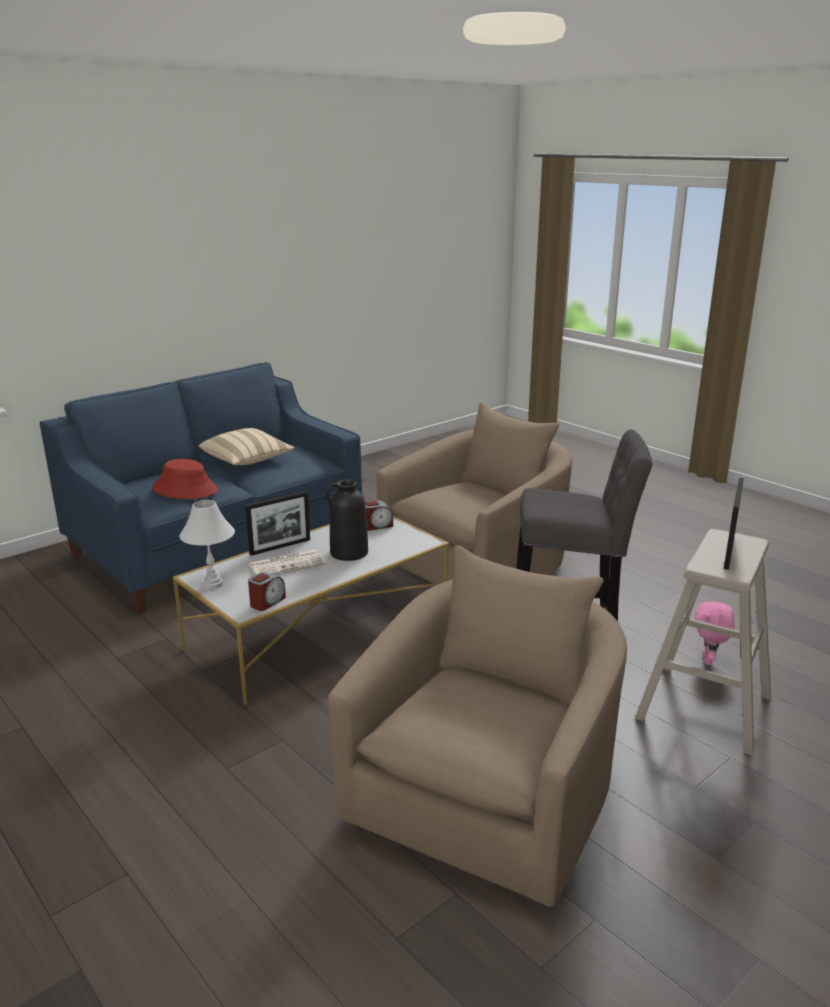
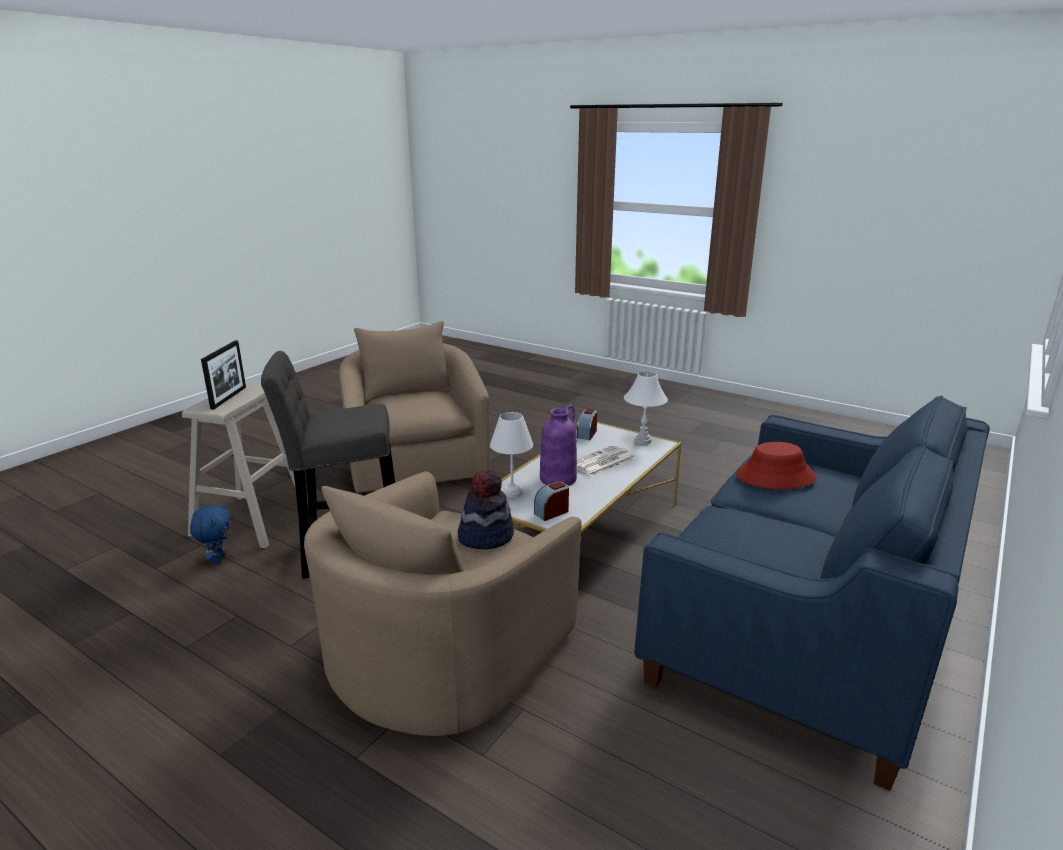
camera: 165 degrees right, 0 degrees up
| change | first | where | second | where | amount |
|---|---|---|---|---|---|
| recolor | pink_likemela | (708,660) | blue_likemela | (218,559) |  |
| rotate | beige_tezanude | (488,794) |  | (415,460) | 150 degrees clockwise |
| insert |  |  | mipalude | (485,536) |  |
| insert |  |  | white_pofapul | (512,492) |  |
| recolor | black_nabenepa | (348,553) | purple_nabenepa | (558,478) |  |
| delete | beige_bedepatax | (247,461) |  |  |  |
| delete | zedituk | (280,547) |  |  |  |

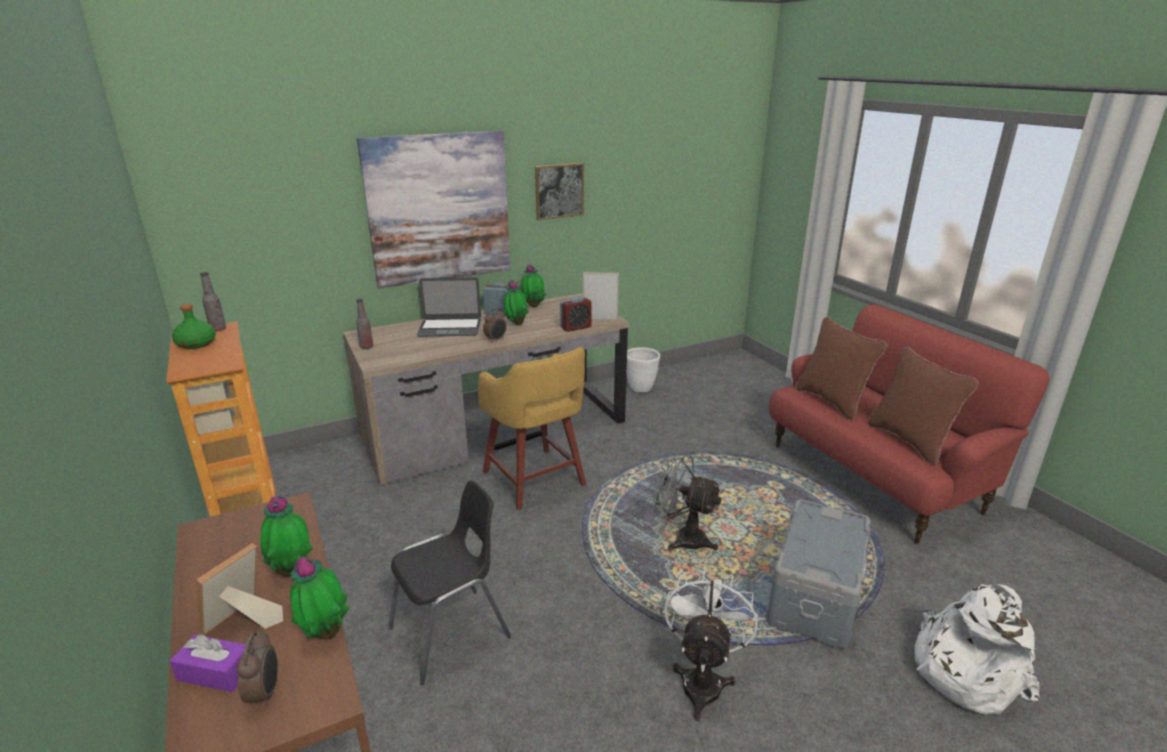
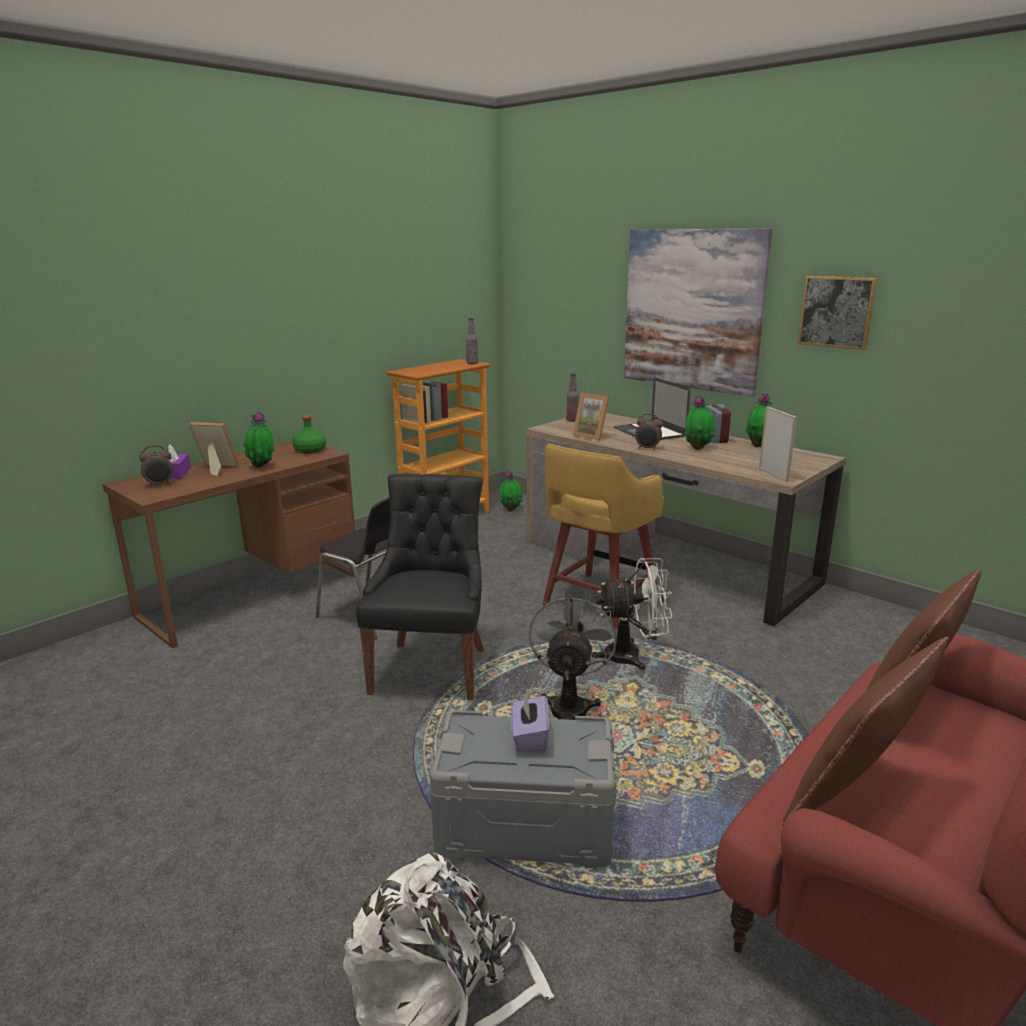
camera: 70 degrees right, 5 degrees down
| change | first | where | second | where | amount |
|---|---|---|---|---|---|
| move | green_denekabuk | (196,344) |  | (309,450) |  |
| insert |  |  | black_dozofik | (431,669) |  |
| move | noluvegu | (325,633) |  | (511,510) |  |
| insert |  |  | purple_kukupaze | (529,738) |  |
| insert |  |  | zedituk | (592,436) |  |
| move | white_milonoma | (703,680) |  | (632,656) |  |
| delete | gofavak | (575,327) |  |  |  |
| delete | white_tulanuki | (640,388) |  |  |  |

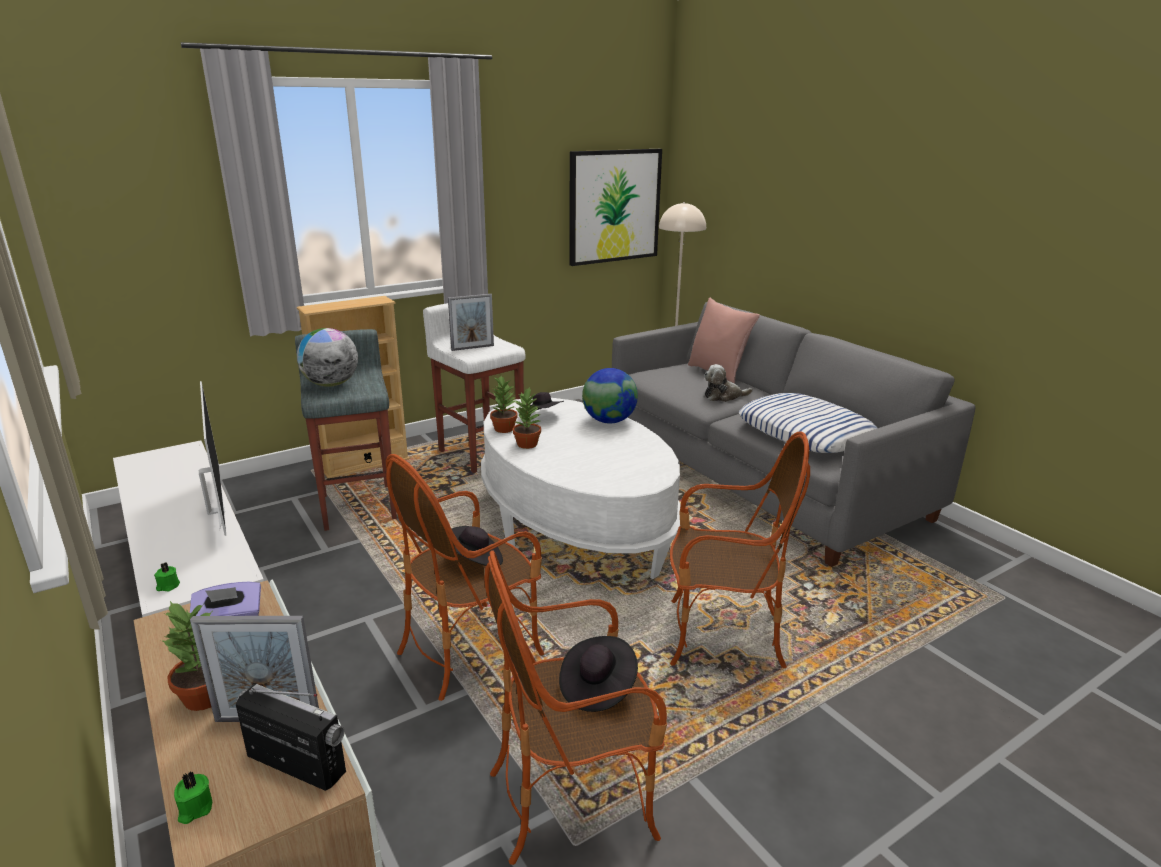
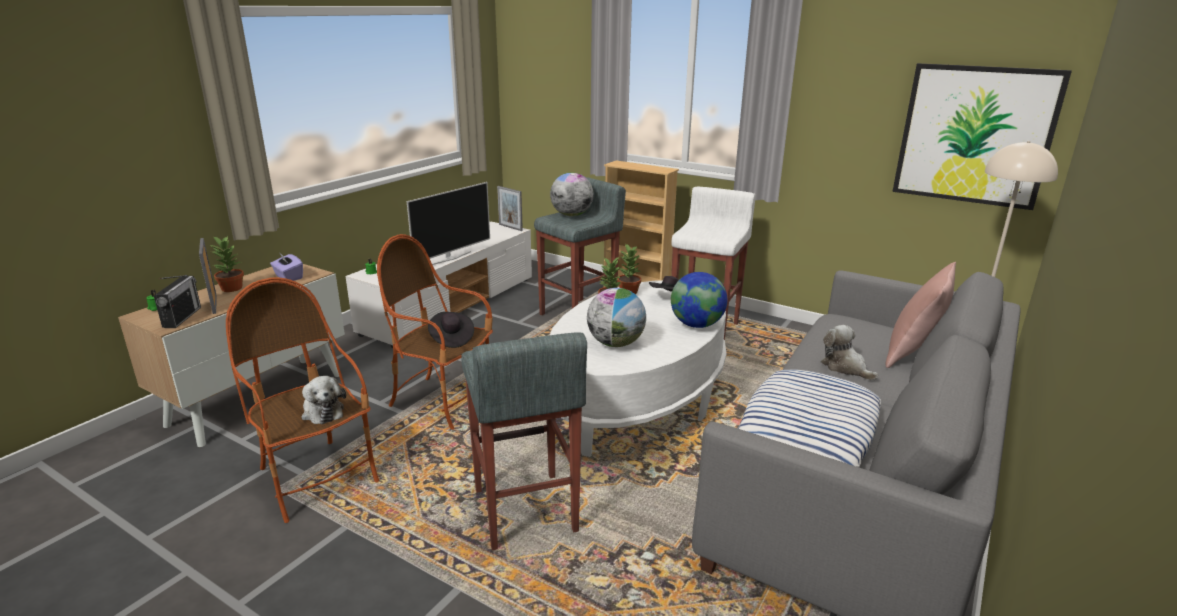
camera: 65 degrees right, 0 degrees up
| change | first | where | second | where | amount |
|---|---|---|---|---|---|
| replace | black_mipalude | (597,687) | likemela | (322,411) |  |
| replace | tezanude | (722,636) | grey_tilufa | (524,511) |  |
| move | zedituk | (472,348) |  | (510,227) |  |
| insert |  |  | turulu | (615,343) |  |

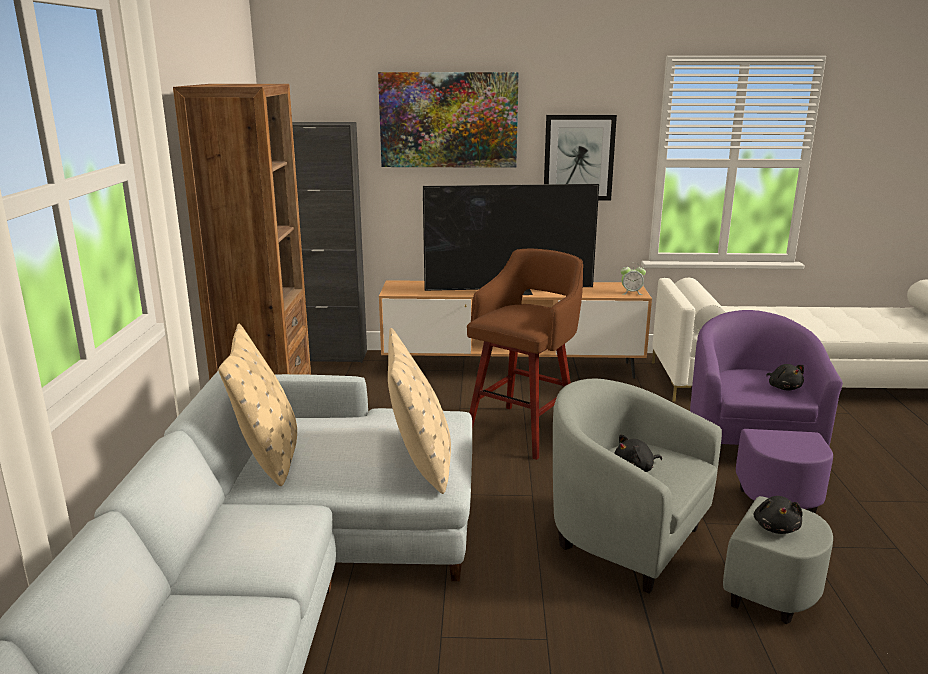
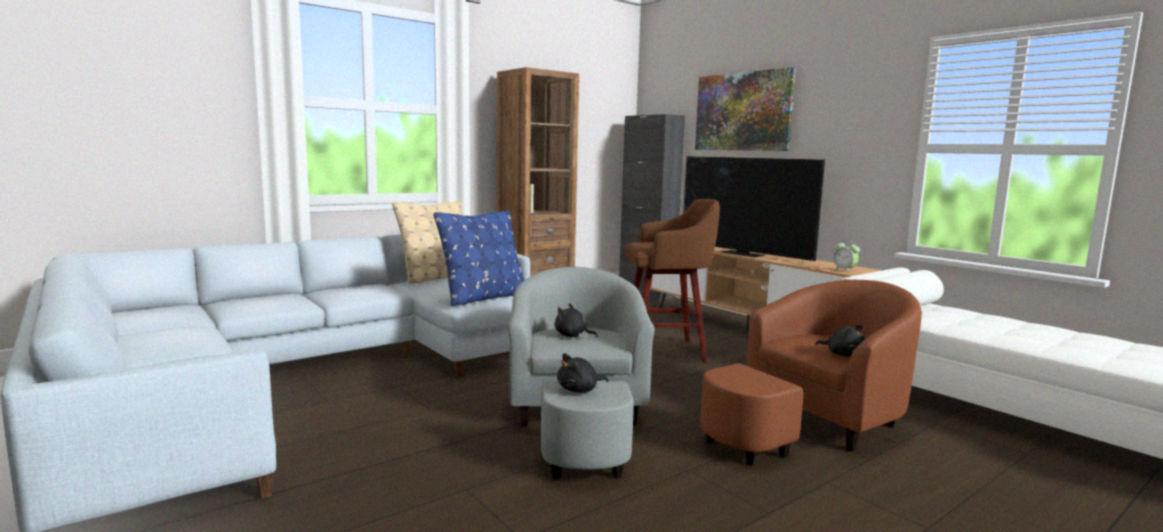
camera: 50 degrees right, 10 degrees down
| change | first | where | second | where | amount |
|---|---|---|---|---|---|
| recolor | beige_bedepatax | (420,461) | blue_bedepatax | (484,298) |  |
| recolor | purple_tezanude | (755,455) | brown_tezanude | (811,425) |  |
| rotate | black_likemela | (783,387) |  | (842,354) | 75 degrees counterclockwise |
| delete | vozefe | (578,158) |  |  |  |

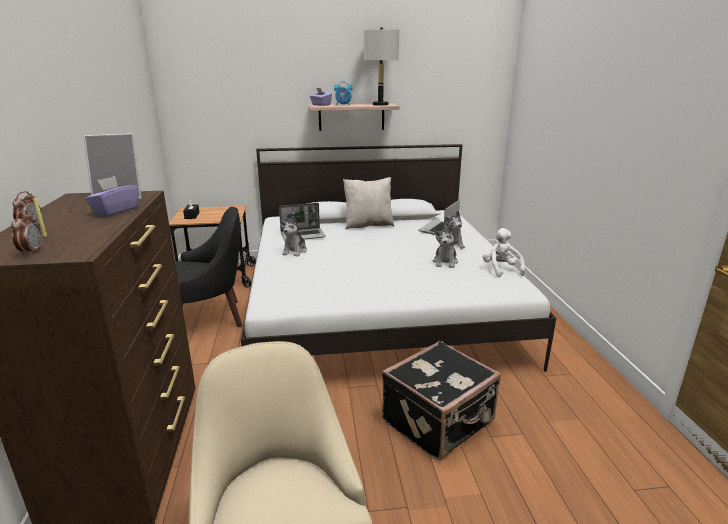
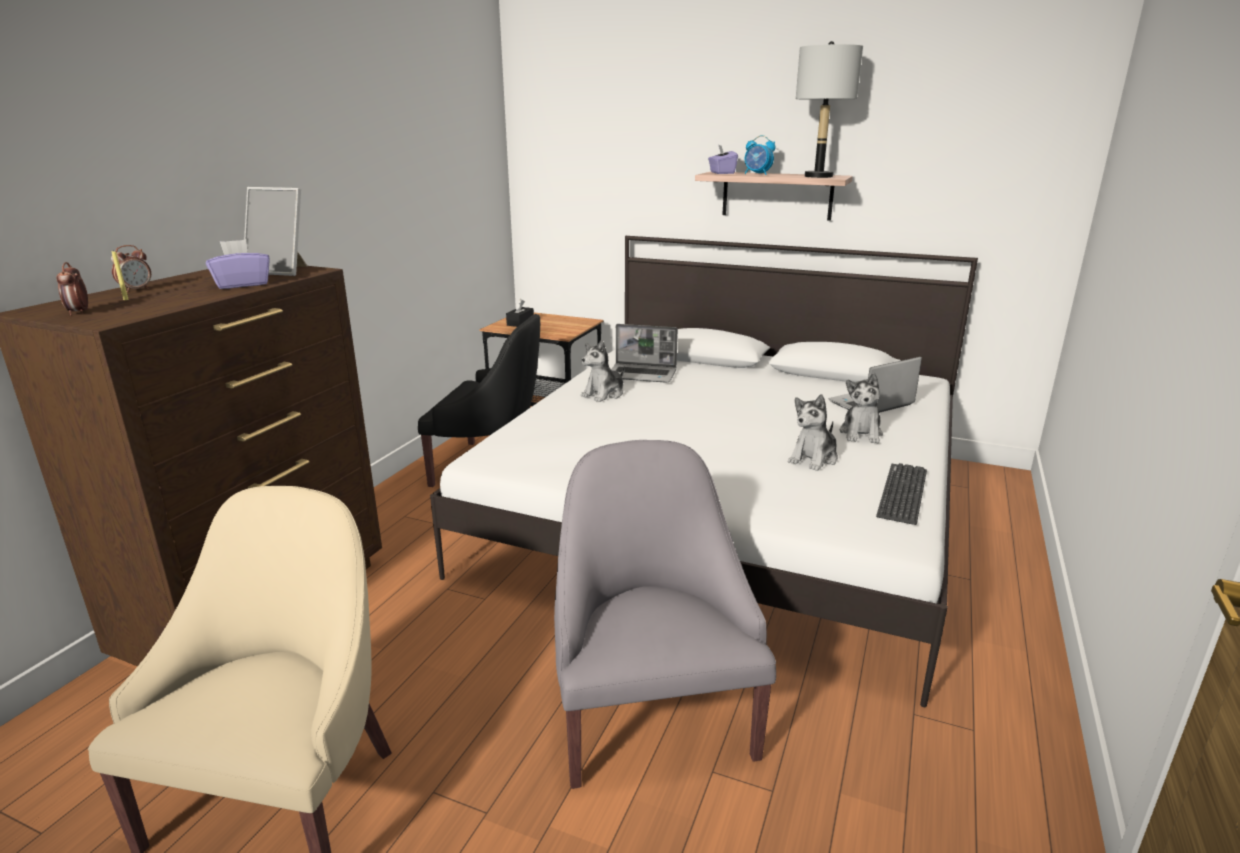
camera: 30 degrees right, 0 degrees up
| change | first | where | second | where | amount |
|---|---|---|---|---|---|
| rotate | gofavak | (31,252) |  | (79,312) | 135 degrees clockwise |
| replace | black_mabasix | (439,422) | grey_tezanude | (651,715) |  |
| replace | white_likemela | (501,269) | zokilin | (902,493) |  |
| delete | beige_bedepatax | (368,225) |  |  |  |

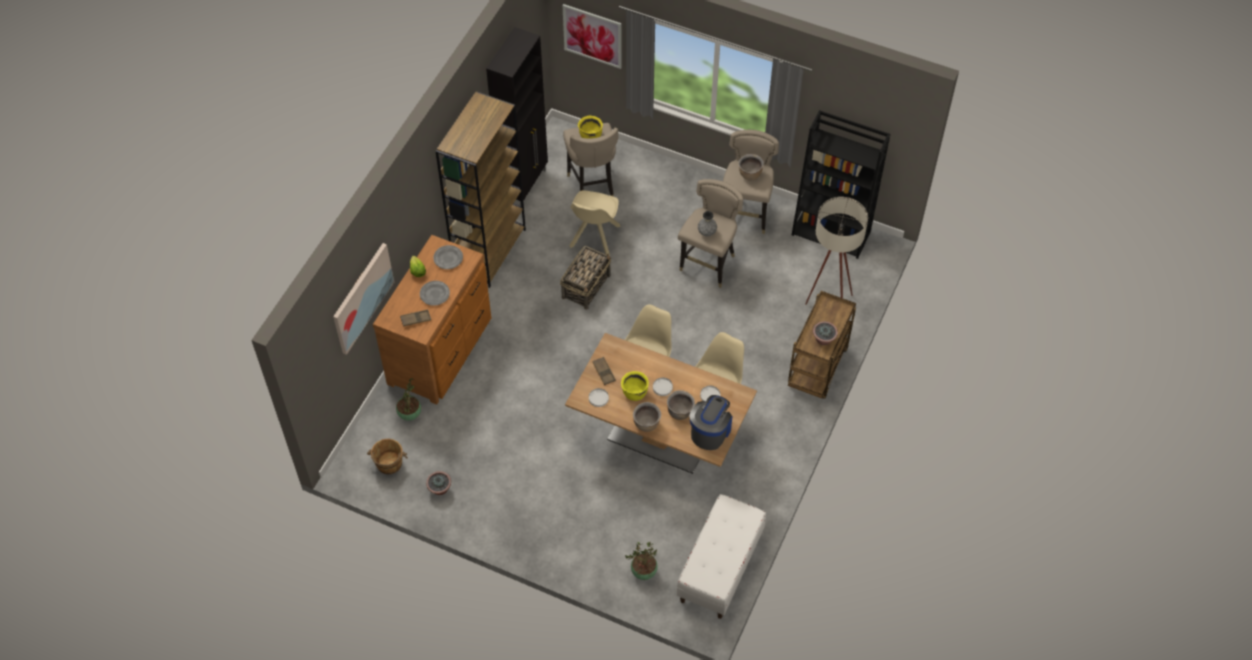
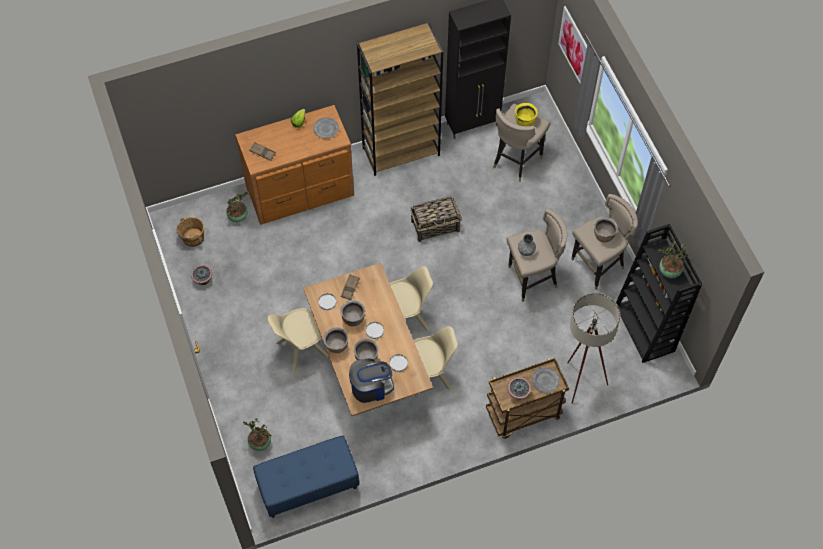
camera: 45 degrees right, 5 degrees up
| change | first | where | second | where | amount |
|---|---|---|---|---|---|
| recolor | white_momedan | (720,568) | blue_momedan | (308,486) |  |
| move | beige_dozofik | (594,237) |  | (300,350) |  |
| recolor | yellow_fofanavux | (634,393) | brown_fofanavux | (353,318) |  |
| move | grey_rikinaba | (435,294) |  | (545,381) |  |
| insert |  |  | noluvegu | (668,272) |  |
| delete | vozefe | (362,297) |  |  |  |

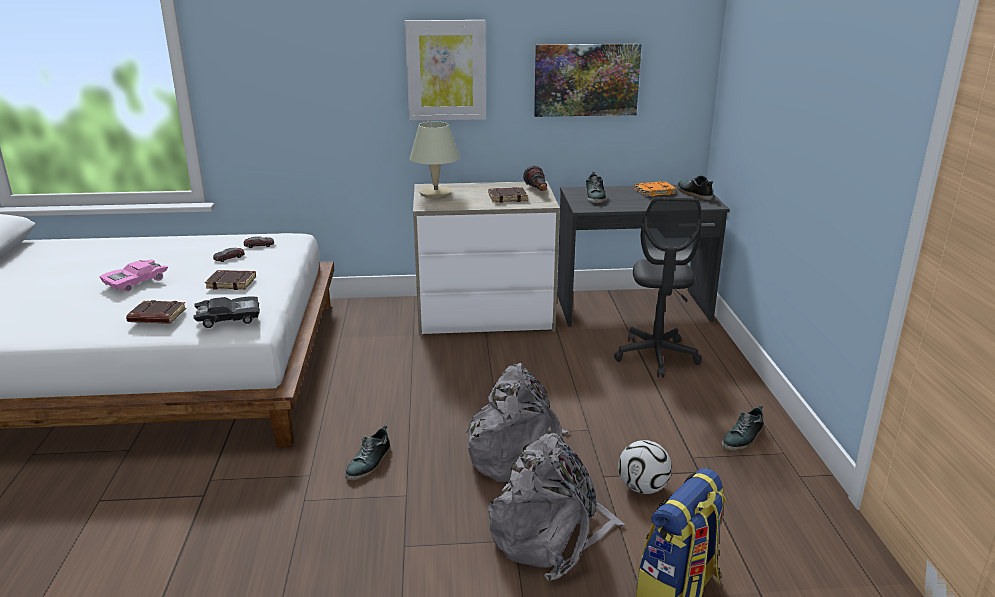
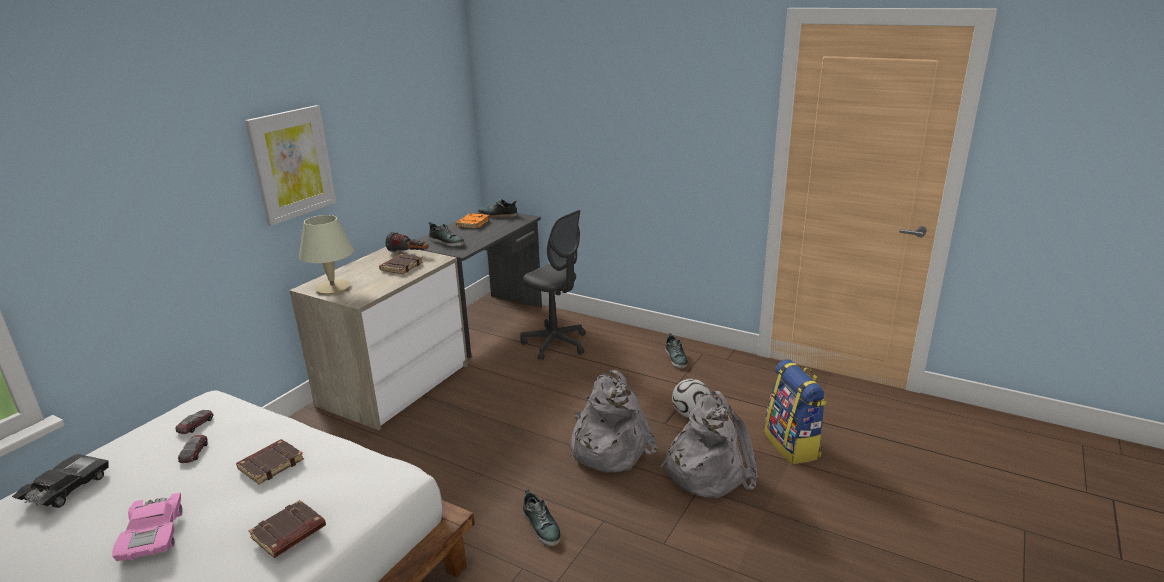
camera: 55 degrees left, 0 degrees up
| change | first | where | second | where | amount |
|---|---|---|---|---|---|
| move | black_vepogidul | (228,318) |  | (66,488) |  |
| delete | vozefe | (586,79) |  |  |  |

